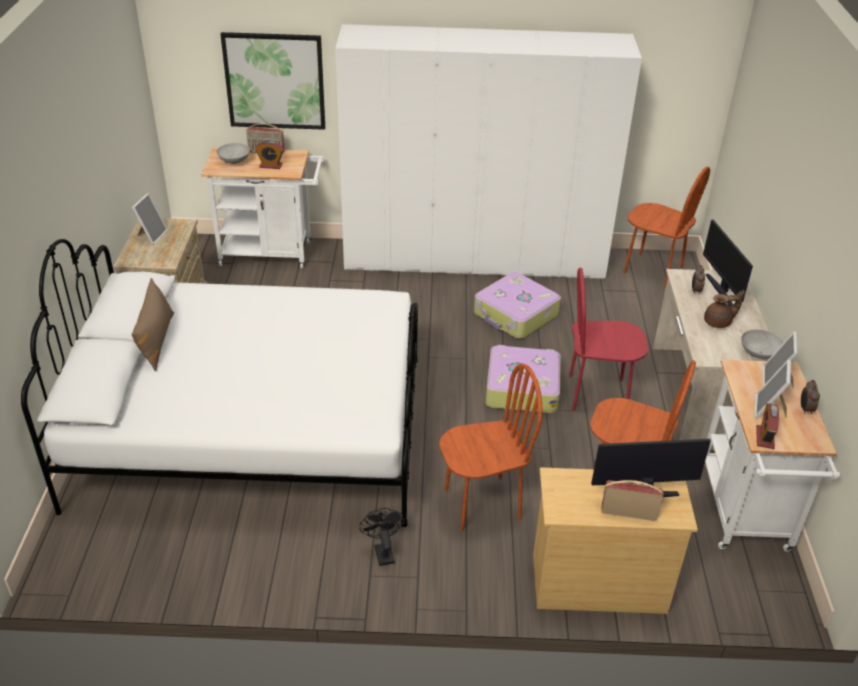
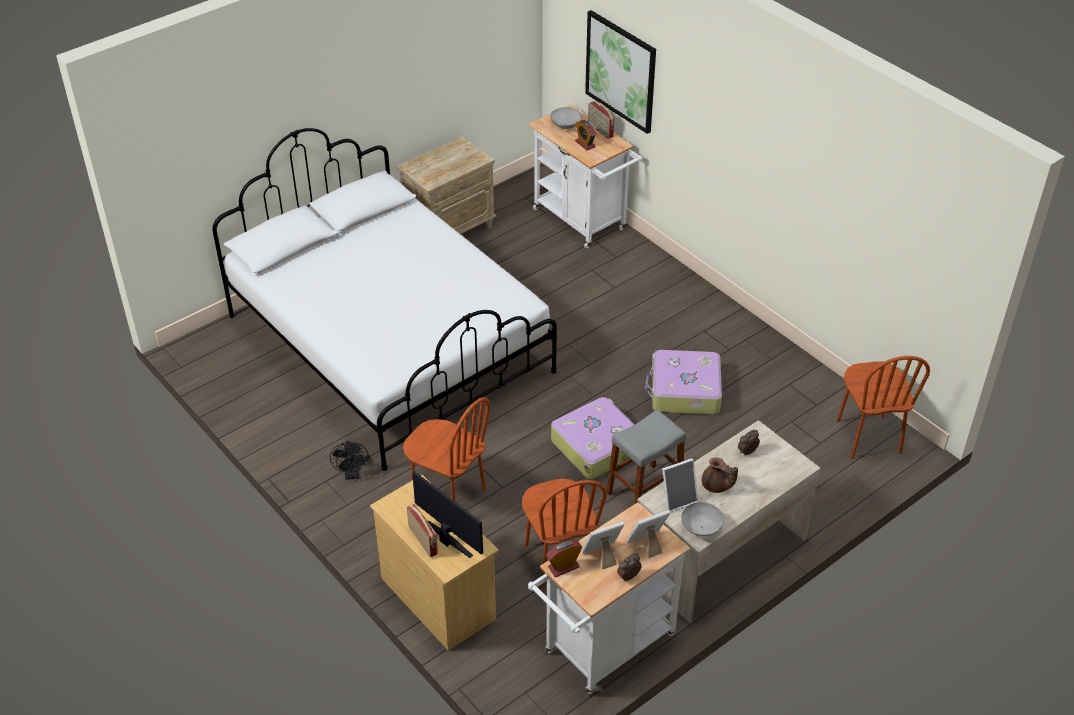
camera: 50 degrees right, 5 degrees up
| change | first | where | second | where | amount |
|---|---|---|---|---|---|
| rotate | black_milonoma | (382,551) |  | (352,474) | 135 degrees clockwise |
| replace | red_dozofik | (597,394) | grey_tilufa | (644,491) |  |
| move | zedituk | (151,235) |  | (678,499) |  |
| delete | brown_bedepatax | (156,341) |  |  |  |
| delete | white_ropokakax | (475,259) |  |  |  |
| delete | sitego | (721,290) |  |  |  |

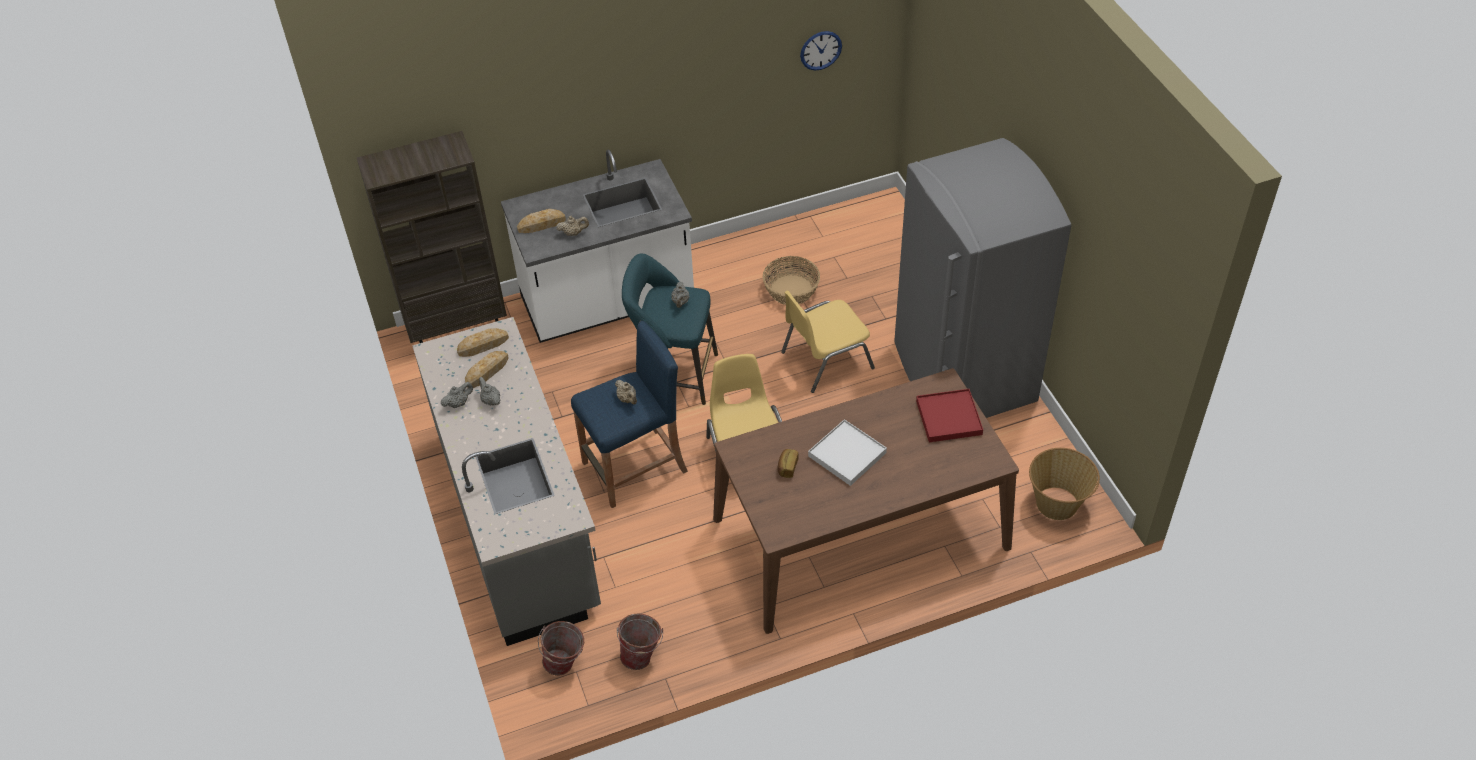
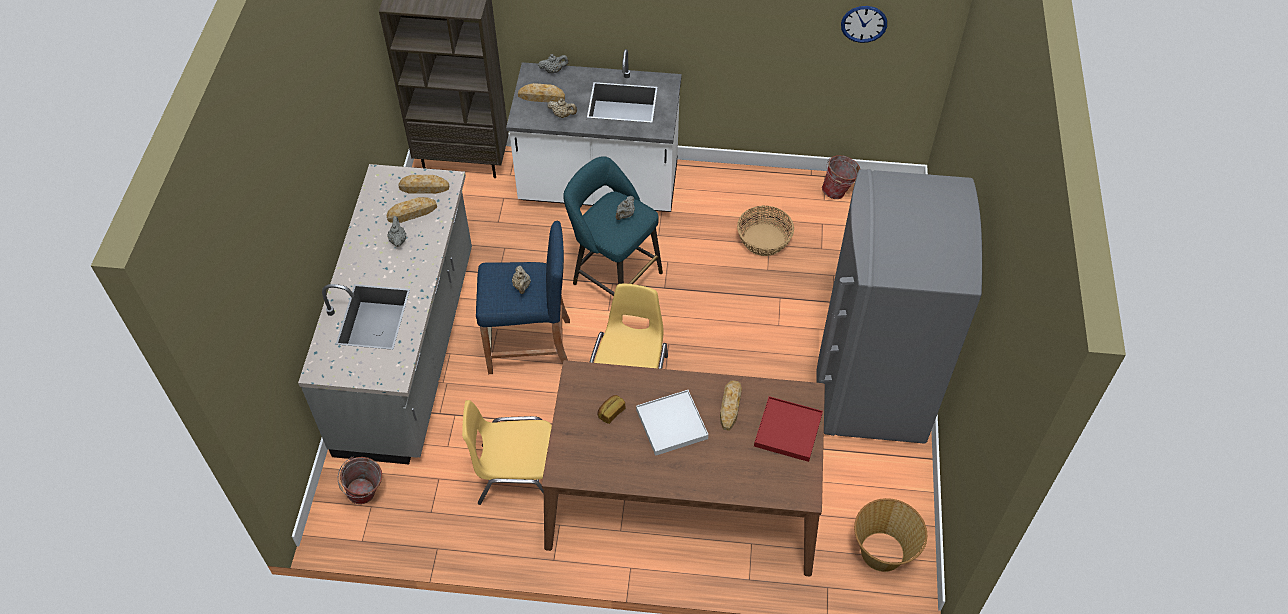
camera: 25 degrees right, 5 degrees up
| change | first | where | second | where | amount |
|---|---|---|---|---|---|
| move | yellow_dozofik | (825,360) |  | (516,473) |  |
| move | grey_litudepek | (458,403) |  | (554,71) |  |
| insert |  |  | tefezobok | (730,406) |  |
| move | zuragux | (642,656) |  | (839,192) |  |

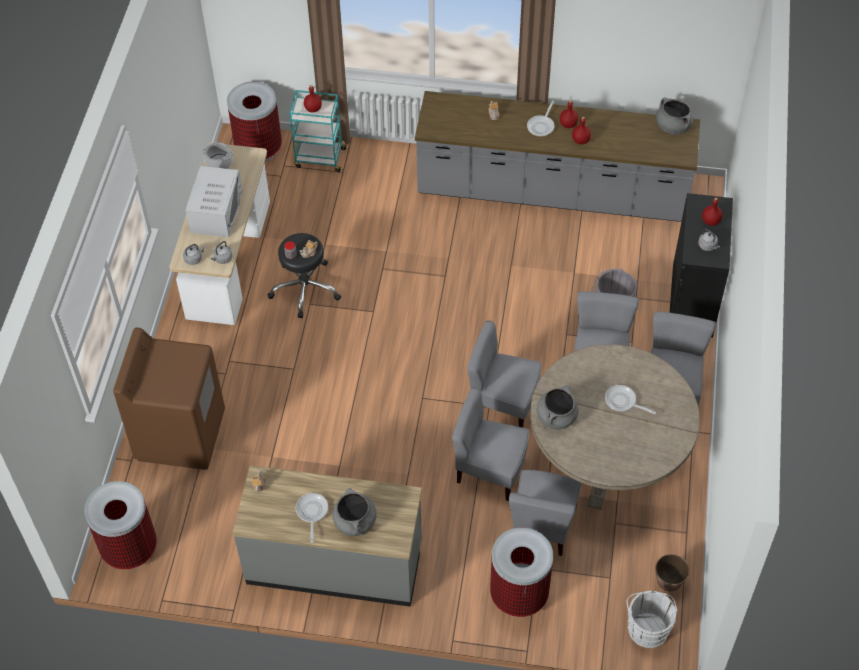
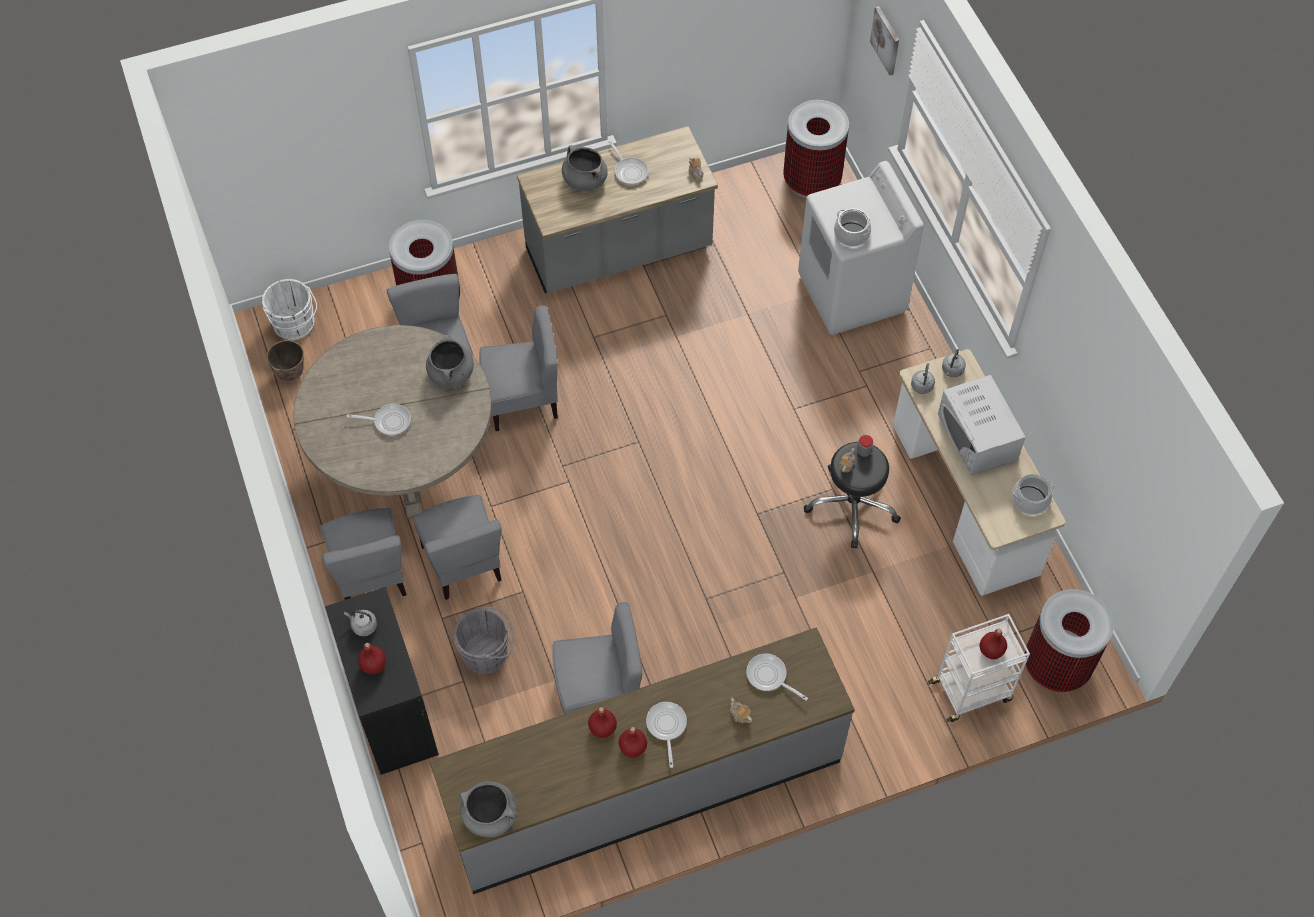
camera: 150 degrees right, 5 degrees up
| change | first | where | second | where | amount |
|---|---|---|---|---|---|
| move | grey_dozofik | (503,403) |  | (598,693) |  |
| insert |  |  | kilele | (769,677) |  |
| recolor | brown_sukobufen | (181,434) | white_sukobufen | (852,293) |  |
| insert |  |  | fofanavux | (851,234) |  |
| insert |  |  | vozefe | (886,40) |  |
| recolor | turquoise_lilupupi | (319,158) | white_lilupupi | (972,690) |  |

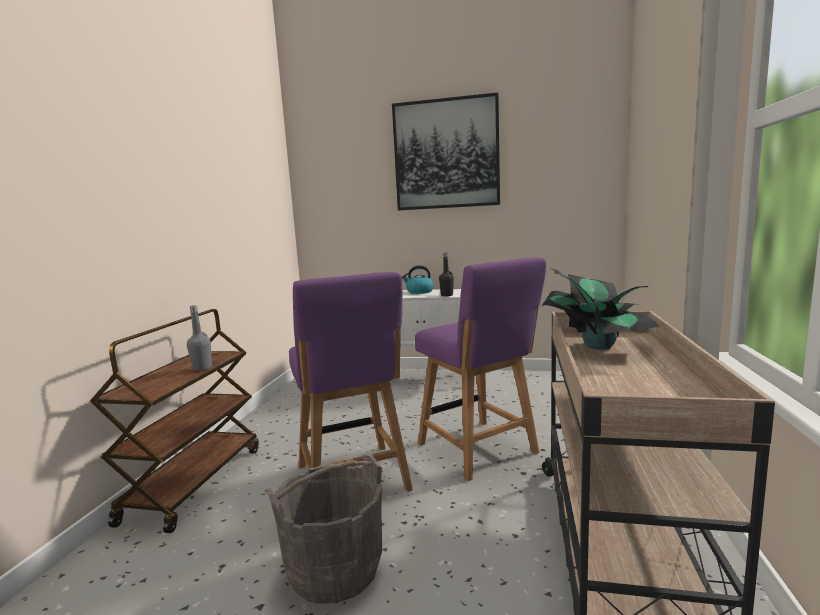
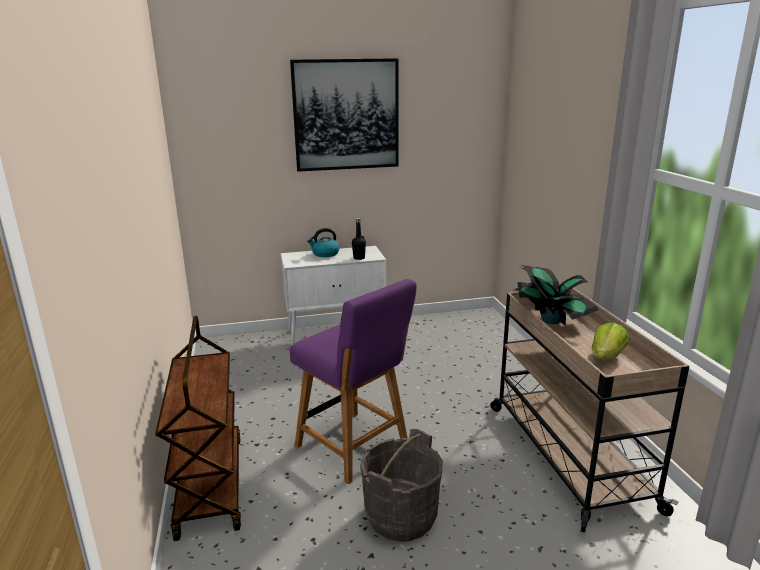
camera: 25 degrees left, 10 degrees up
| change | first | where | second | where | amount |
|---|---|---|---|---|---|
| insert |  |  | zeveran | (607,356) |  |
| delete | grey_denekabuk | (202,368) |  |  |  |
| delete | purple_dozofik | (480,451) |  |  |  |

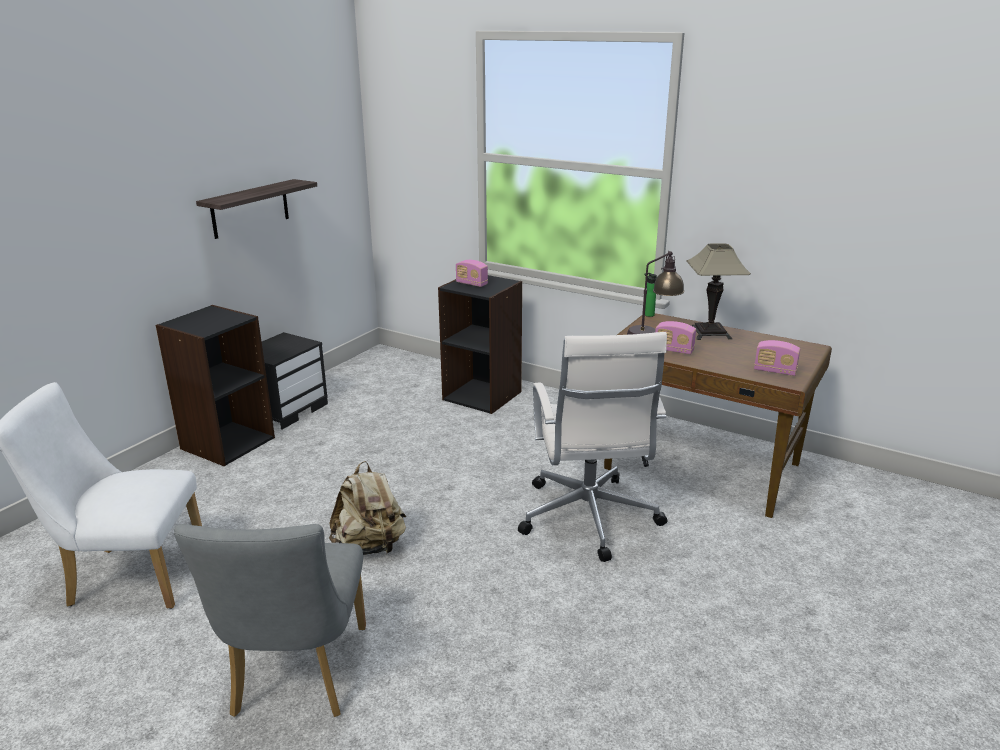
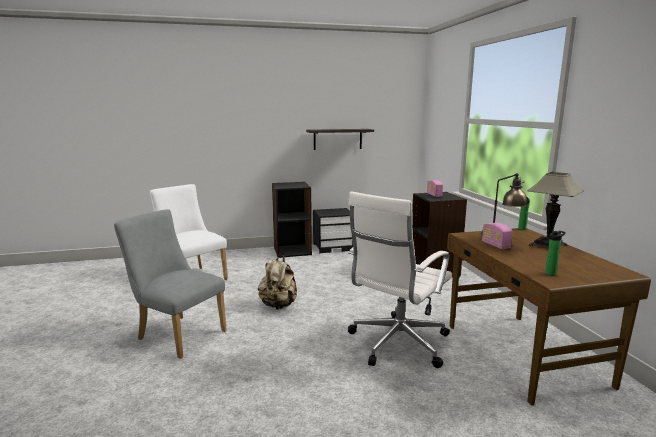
camera: 45 degrees right, 10 degrees down
| change | first | where | second | where | amount |
|---|---|---|---|---|---|
| rotate | grey_dozofik | (296,678) |  | (177,334) | 75 degrees clockwise |
| replace | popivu | (775,371) | denekabuk | (551,273) |  |

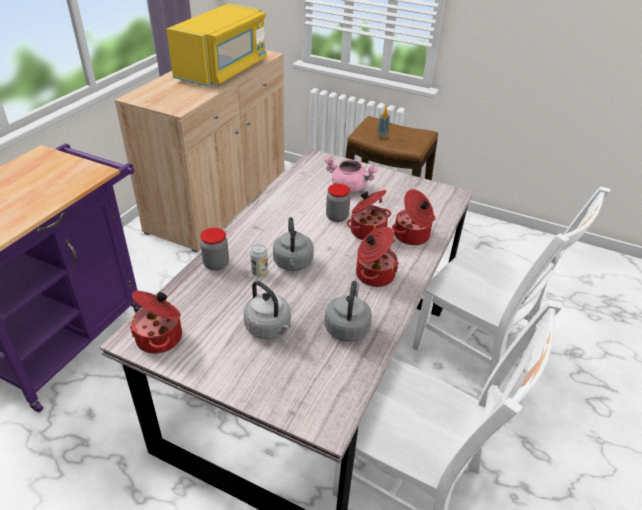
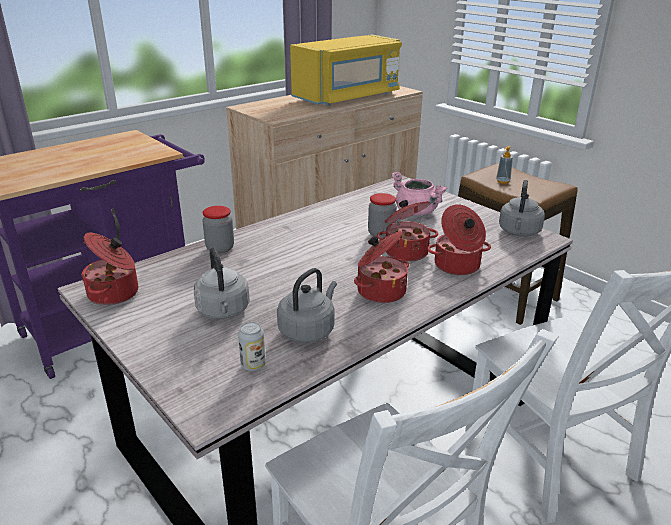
camera: 25 degrees right, 10 degrees down
| change | first | where | second | where | amount |
|---|---|---|---|---|---|
| move | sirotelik | (259,272) |  | (253,365) |  |
| move | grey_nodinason | (293,264) |  | (519,232) |  |

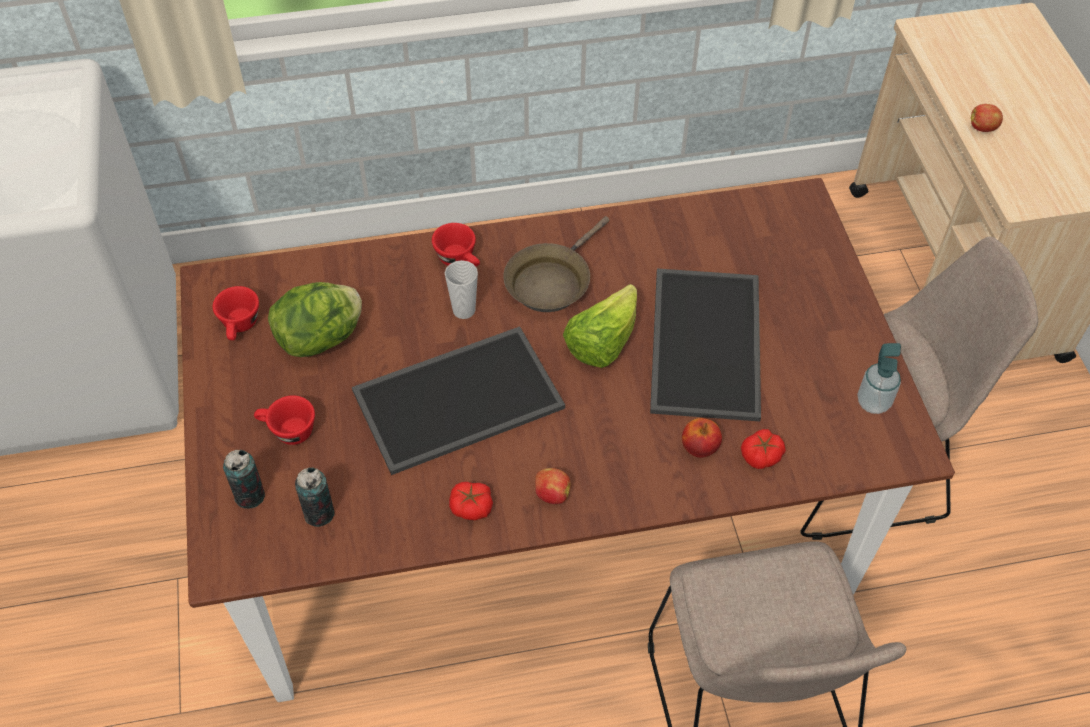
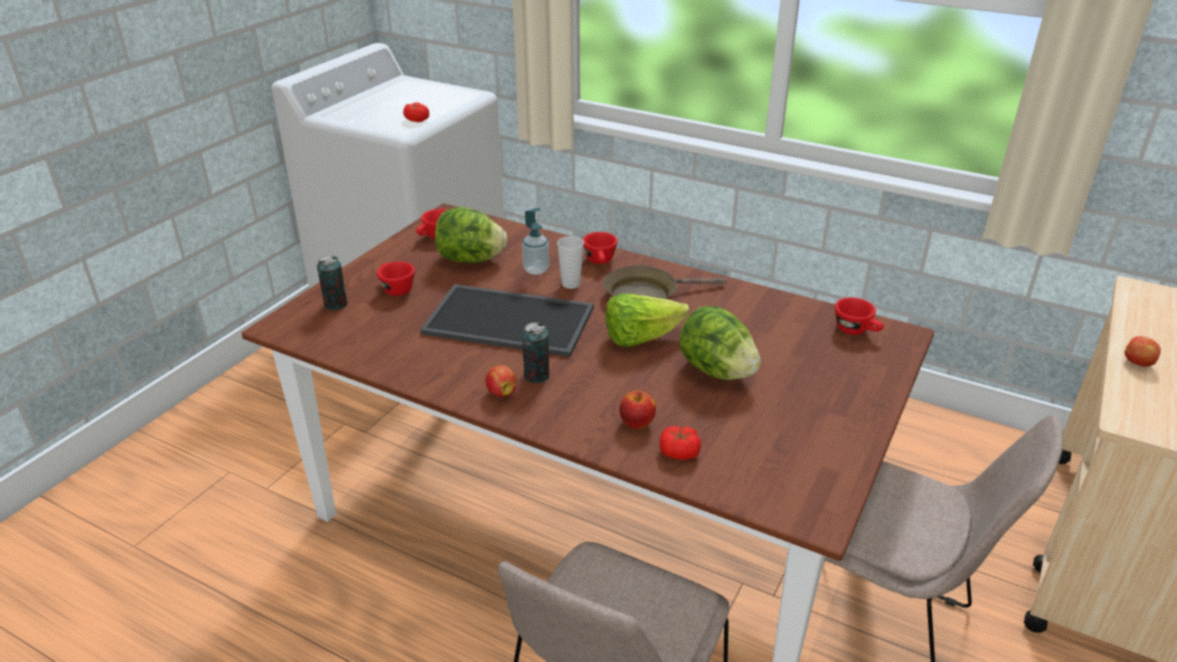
camera: 40 degrees right, 20 degrees down
| change | first | where | second | where | amount |
|---|---|---|---|---|---|
| move | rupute | (471,507) |  | (416,120) |  |
| move | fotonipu | (873,402) |  | (536,270) |  |
| move | sirotelik | (319,513) |  | (536,376) |  |
| replace | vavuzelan | (703,341) | zeveran | (716,371) |  |
| insert |  |  | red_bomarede | (857,331) |  |

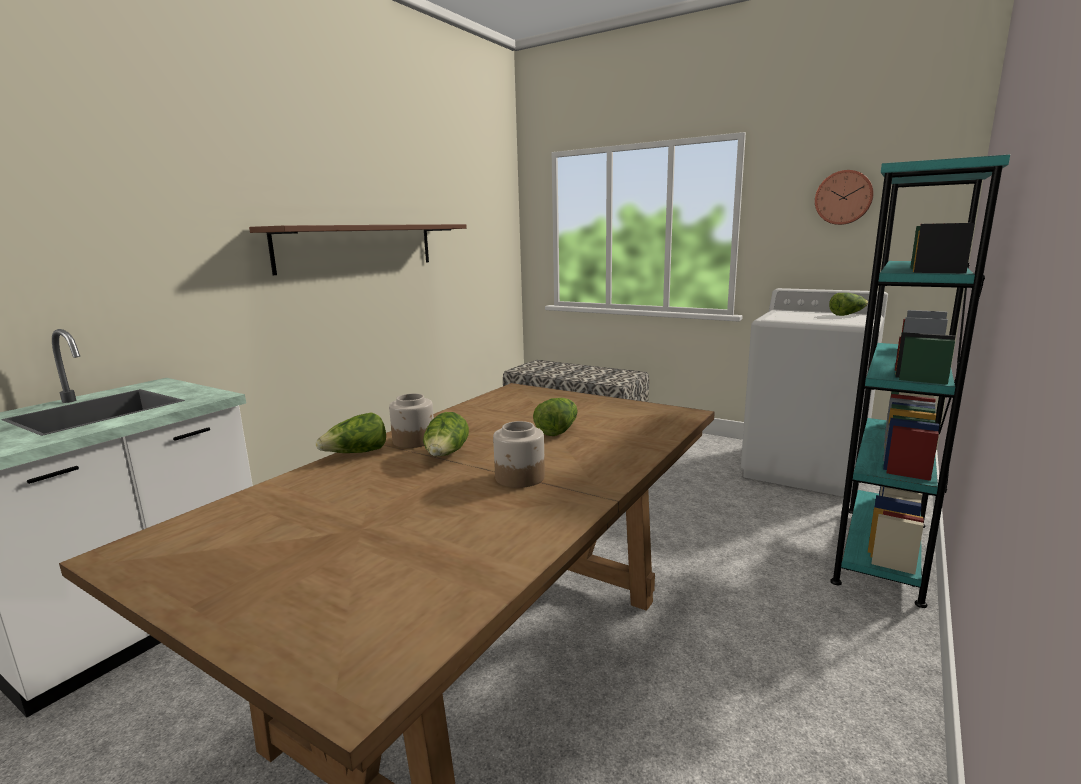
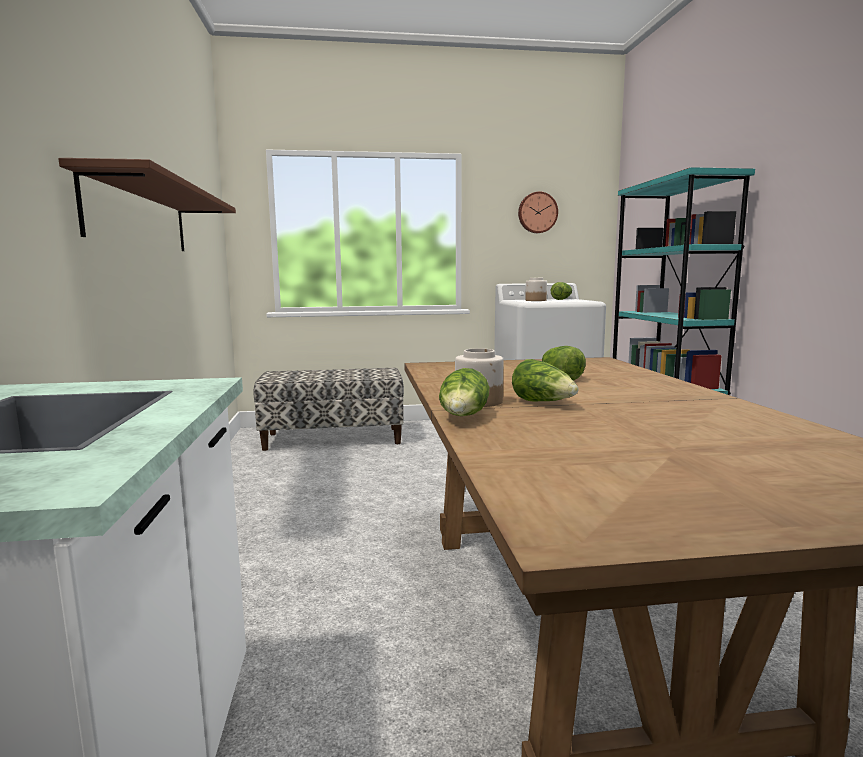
camera: 40 degrees left, 5 degrees down
| change | first | where | second | where | amount |
|---|---|---|---|---|---|
| move | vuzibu | (520,478) |  | (536,300) |  |

